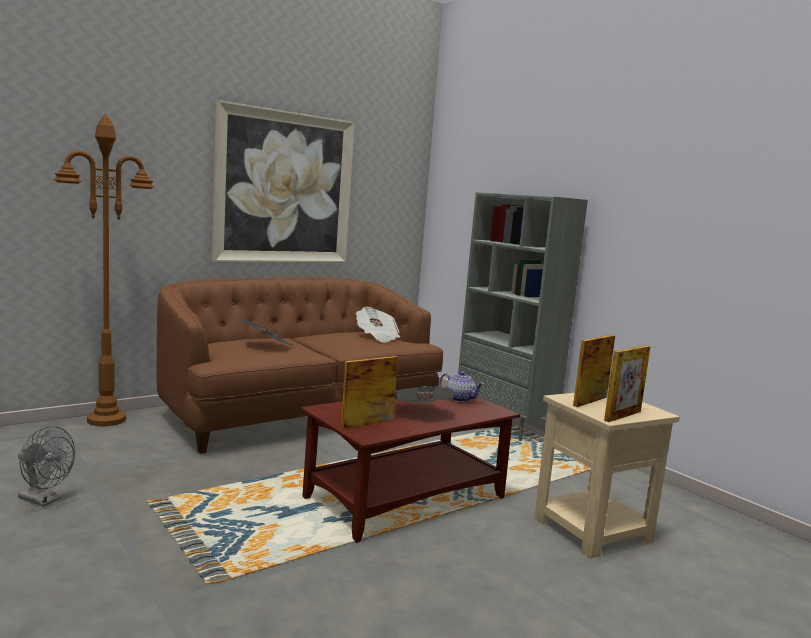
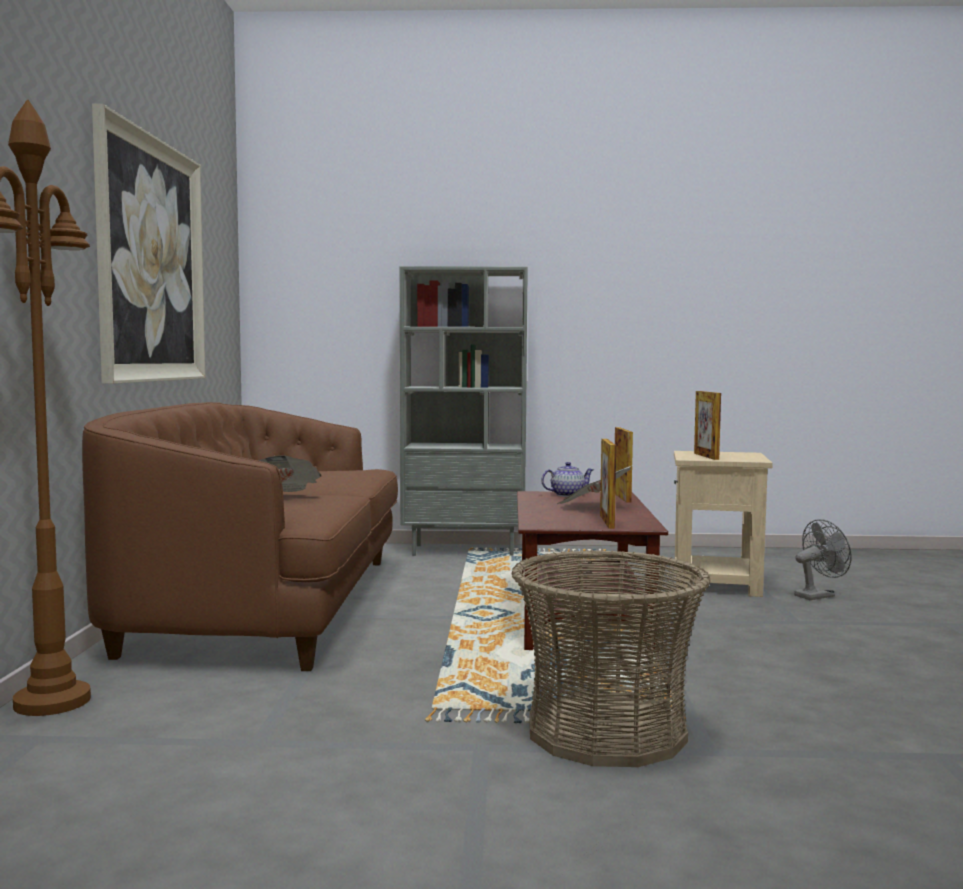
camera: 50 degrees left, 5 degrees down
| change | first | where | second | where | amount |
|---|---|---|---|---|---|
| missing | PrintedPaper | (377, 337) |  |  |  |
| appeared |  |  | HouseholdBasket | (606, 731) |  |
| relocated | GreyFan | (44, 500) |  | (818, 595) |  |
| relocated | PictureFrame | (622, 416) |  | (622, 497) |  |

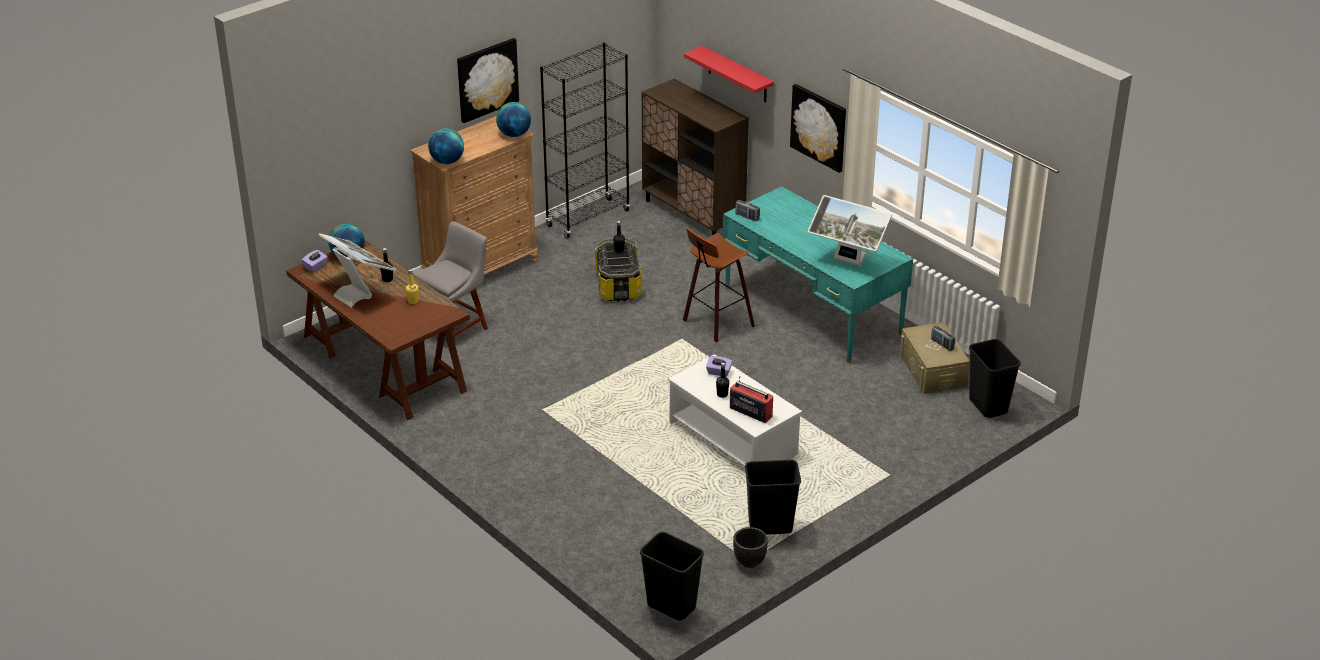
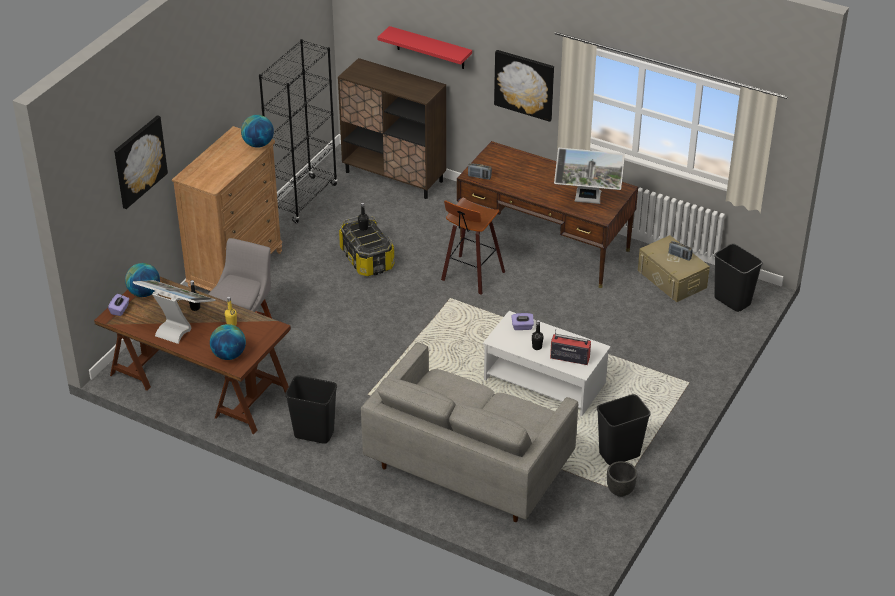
camera: 20 degrees left, 5 degrees up
| change | first | where | second | where | amount |
|---|---|---|---|---|---|
| appeared |  |  | GreySofa | (469, 467) |  |
| relocated | Globe | (447, 161) |  | (229, 355) |  |
| relocated | WallArt | (487, 79) |  | (139, 161) |  |
| relocated | BlackColouredWasteBin | (670, 607) |  | (313, 434) |  |
| colour | TurquoiseColouredDesk | (812, 309) | BrownishDesk | (544, 245) |  |

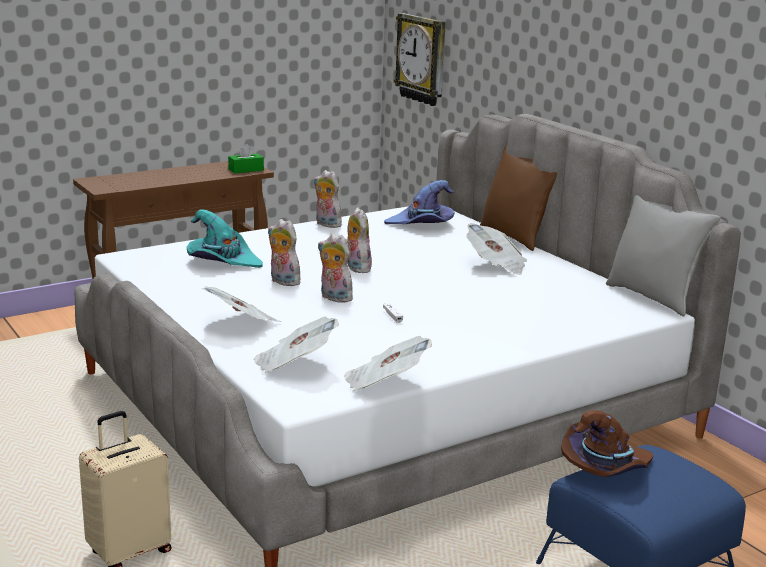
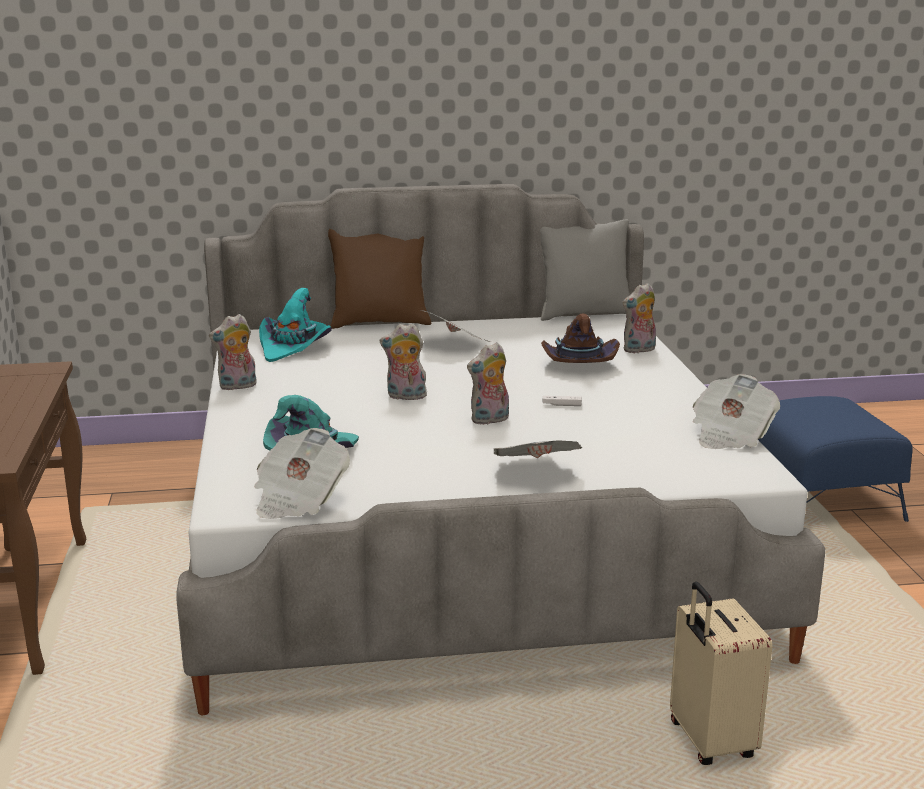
camera: 65 degrees left, 0 degrees up
| change | first | where | second | where | amount |
|---|---|---|---|---|---|
| missing | GreenishBoxOfTissues | (246, 170) |  |  |  |
| missing | ClockOnTheWall | (422, 59) |  |  |  |
| relocated | PrintedPaper | (294, 365) |  | (298, 499) |  |
| relocated | SoftToy | (282, 281) |  | (639, 350) |  |
| relocated | BrownishWearableHat | (605, 467) |  | (578, 364) |  |
| colour | PurplishWearableHat | (422, 224) | TurquoiseColouredWearableHat | (294, 348) |  |

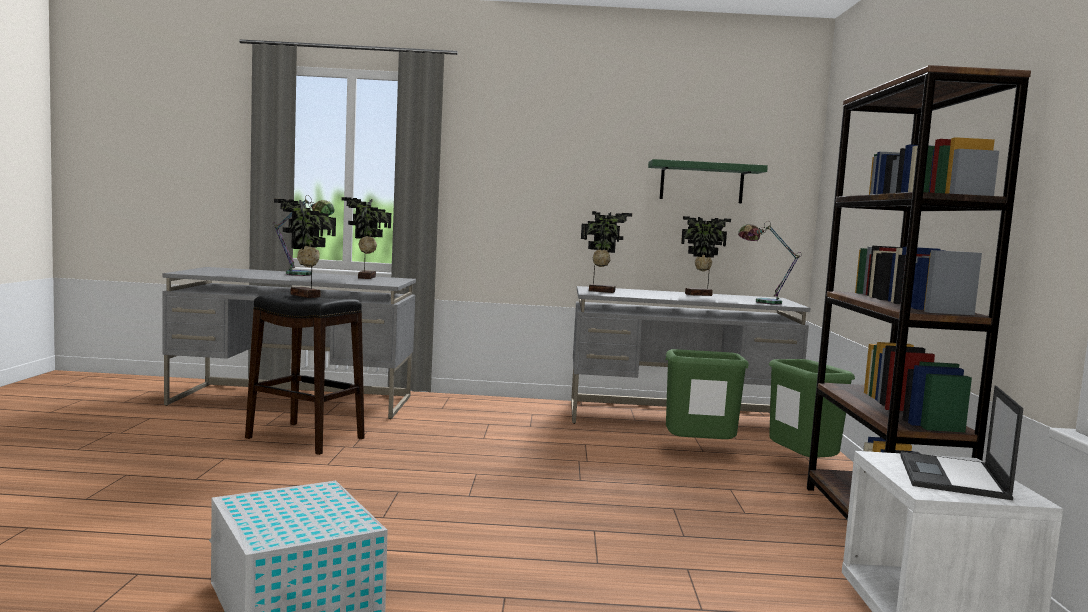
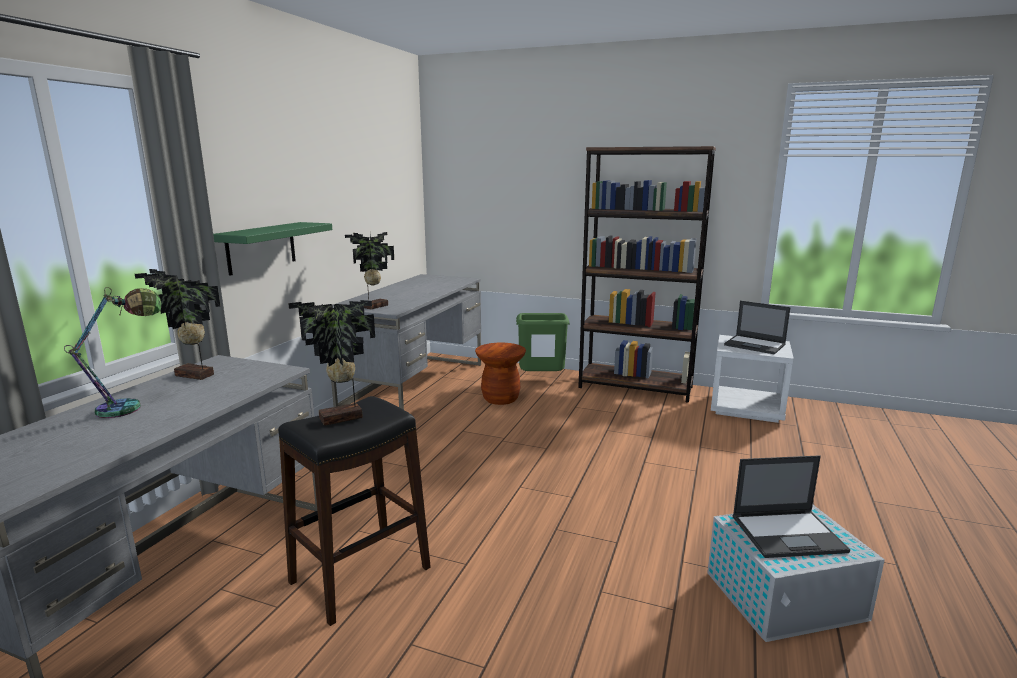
camera: 70 degrees left, 10 degrees up
| change | first | where | second | where | amount |
|---|---|---|---|---|---|
| missing | Houseplant | (700, 295) |  |  |  |
| missing | TabletopLamp | (761, 302) |  |  |  |
| appeared |  |  | PortableComputer | (789, 534) |  |
| relocated | GreenishBracketShelf | (701, 182) |  | (261, 247) |  |
| exchanged | GreenishWasteBin | (698, 452) | BrownishStool | (500, 398) |  |

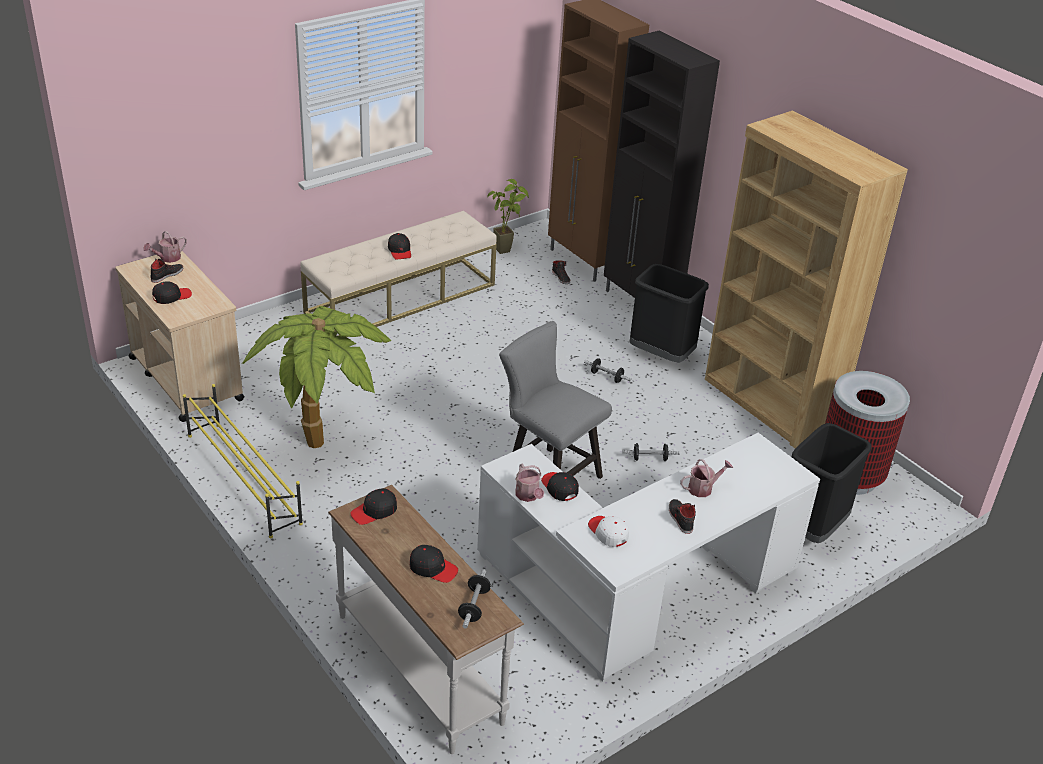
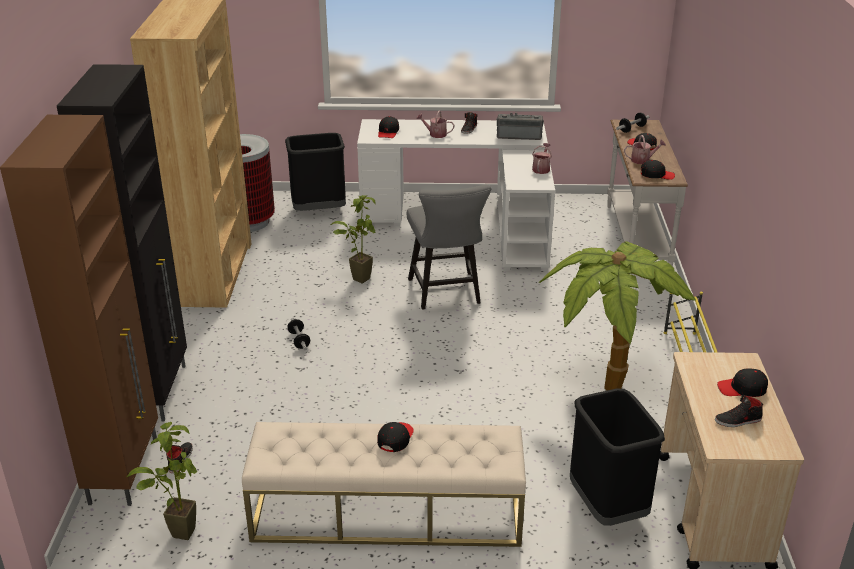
camera: 140 degrees left, 5 degrees down
| change | first | where | second | where | amount |
|---|---|---|---|---|---|
| relocated | WateringPot | (167, 258) |  | (642, 160) |  |
| relocated | BlackColouredBaseballCap | (559, 488) |  | (388, 132) |  |
| relocated | BlackColouredWasteBin | (662, 355) |  | (606, 507) |  |
| exchanged | WhiteBaseballCap | (608, 533) | Radio | (519, 136) |  |
| exchanged | HandWeight | (649, 458) | Houseplant | (358, 276) |  |

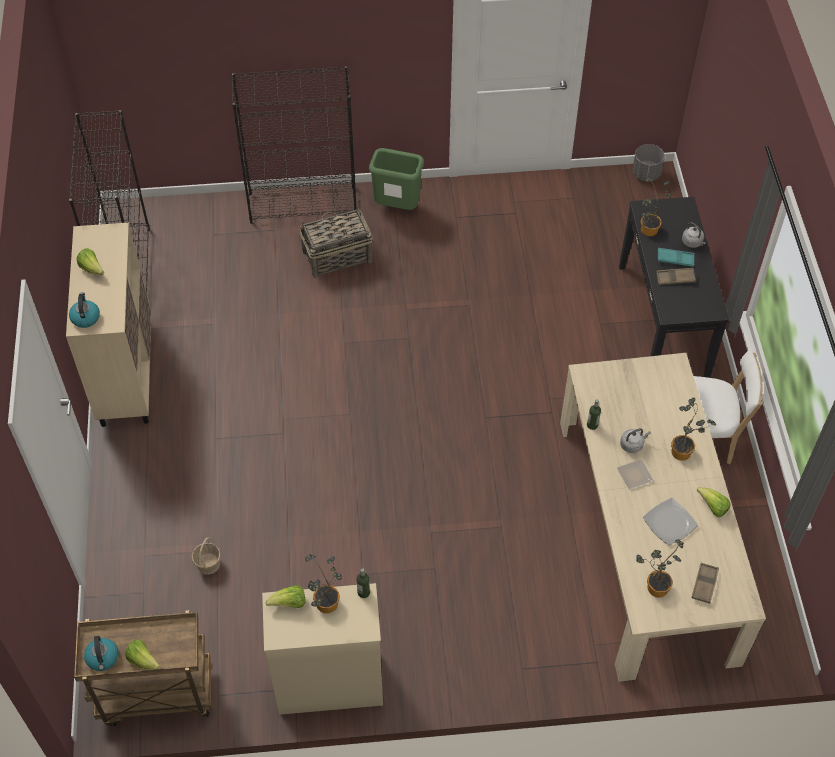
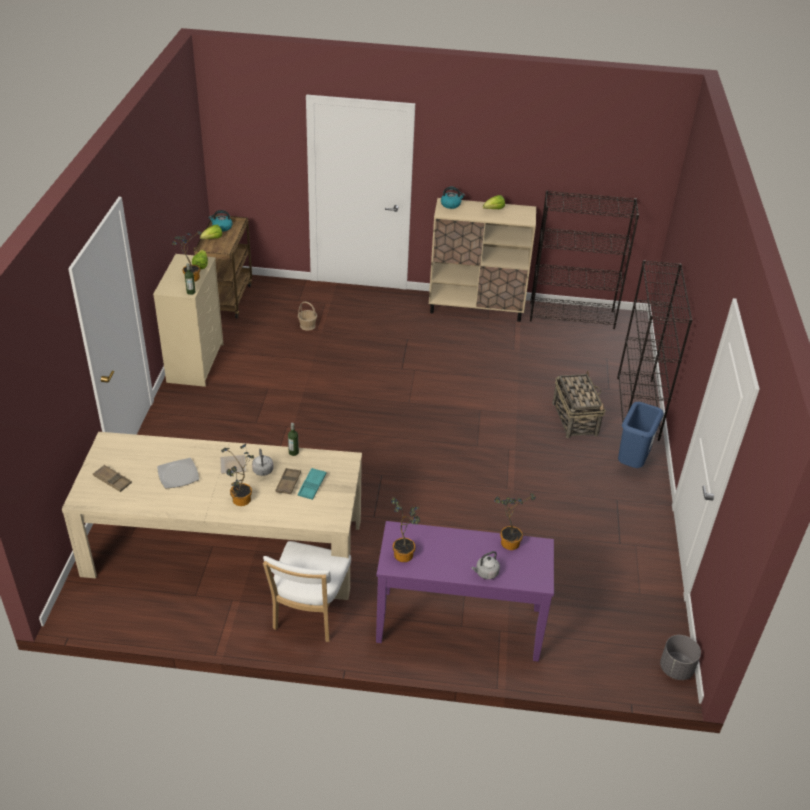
camera: 100 degrees right, 15 degrees down
| change | first | where | second | where | amount |
|---|---|---|---|---|---|
| missing | LettuceHead | (712, 507) |  |  |  |
| relocated | Houseplant | (654, 586) |  | (405, 553) |  |
| relocated | BrownishCarryingTray | (675, 278) |  | (288, 483) |  |
| relocated | TurquoiseColouredCarryingTray | (675, 259) |  | (312, 486) |  |
| colour | GreenishWasteBin | (397, 207) | BlueColouredWasteBin | (632, 464) |  |
| colour | BlackColouredConsoleTable | (663, 321) | PurplishConsoleTable | (459, 625) |  |

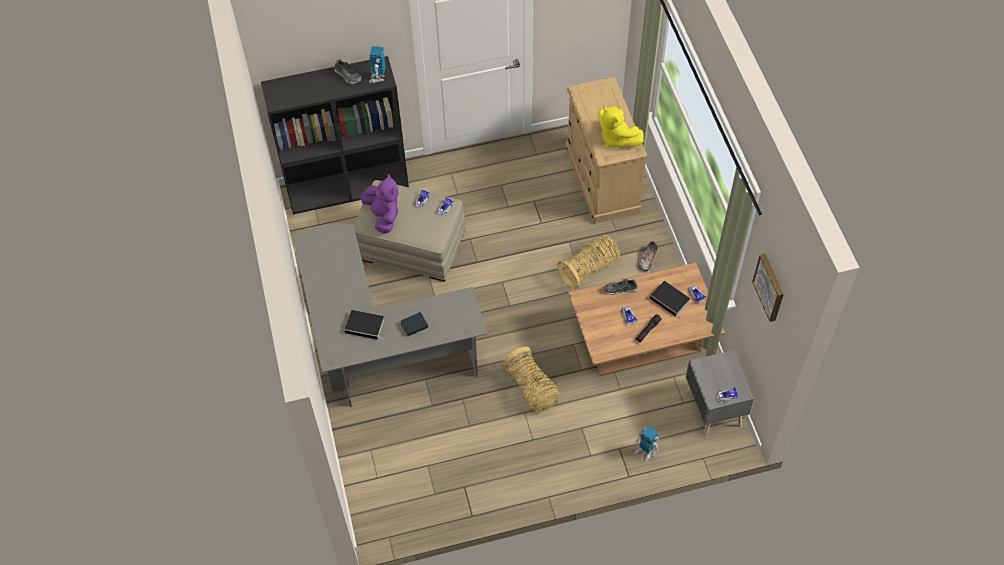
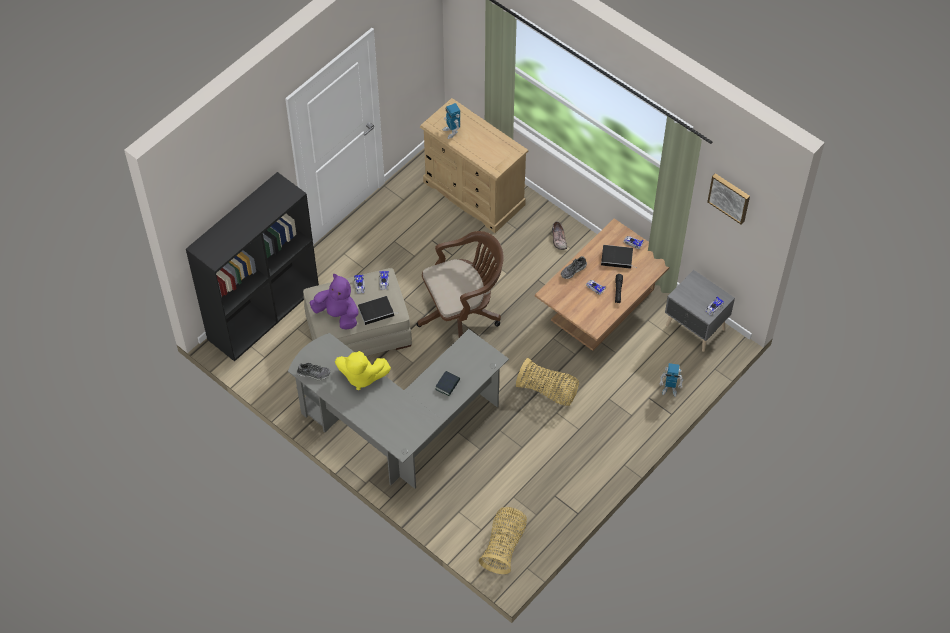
camera: 35 degrees left, 0 degrees up
| change | first | where | second | where | amount |
|---|---|---|---|---|---|
| appeared |  |  | BrownishComputerChair | (462, 313) |  |
| relocated | LowShoe | (348, 76) |  | (313, 373) |  |
| relocated | BoundBook | (366, 326) |  | (377, 311) |  |
| relocated | ToyRobot | (378, 77) |  | (451, 131) |  |
| relocated | HouseholdBasket | (589, 268) |  | (504, 546) |  |
| relocated | YellowColouredSoftToy | (616, 138) |  | (361, 376) |  |

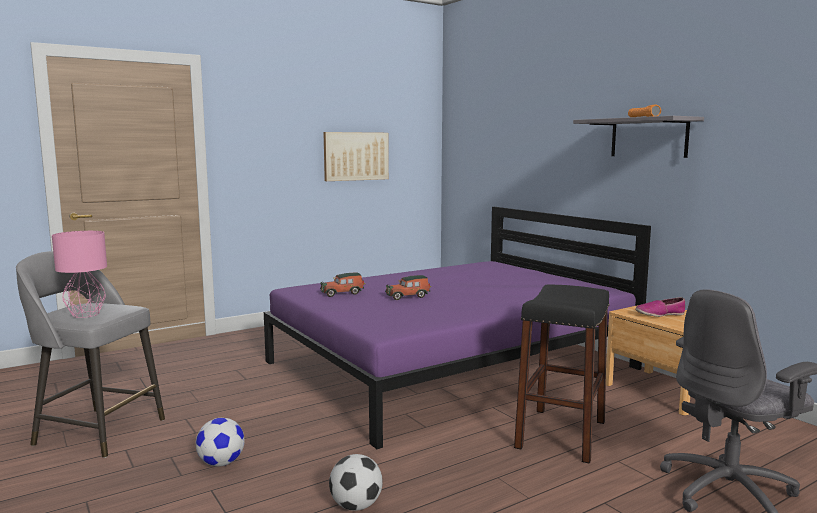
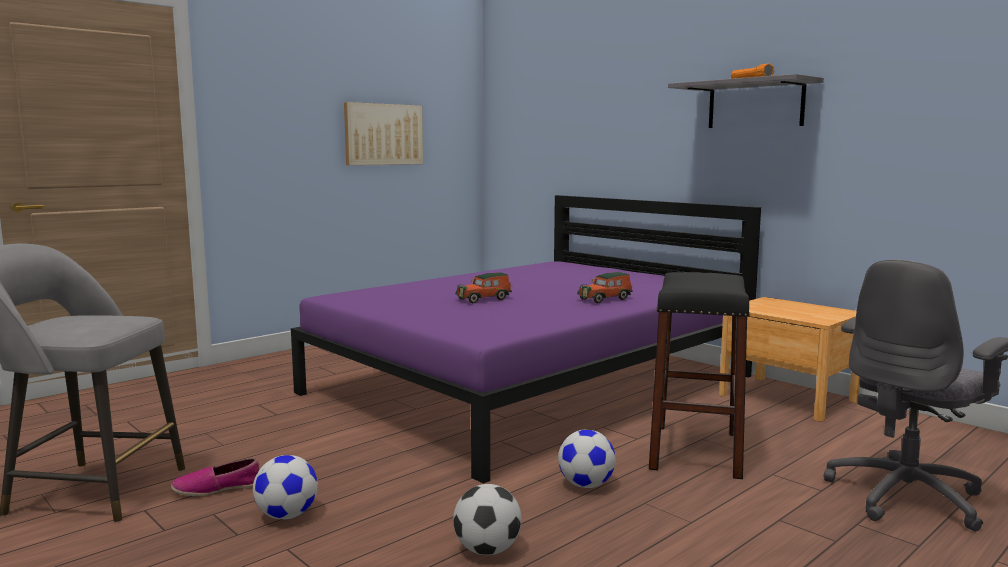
camera: 10 degrees left, 0 degrees up
| change | first | where | second | where | amount |
|---|---|---|---|---|---|
| missing | PinkishTabletopLamp | (86, 314) |  |  |  |
| appeared |  |  | BallForFootball | (586, 485) |  |
| relocated | ToyCar | (343, 293) |  | (606, 299) |  |
| relocated | LowShoe | (659, 314) |  | (217, 488) |  |

